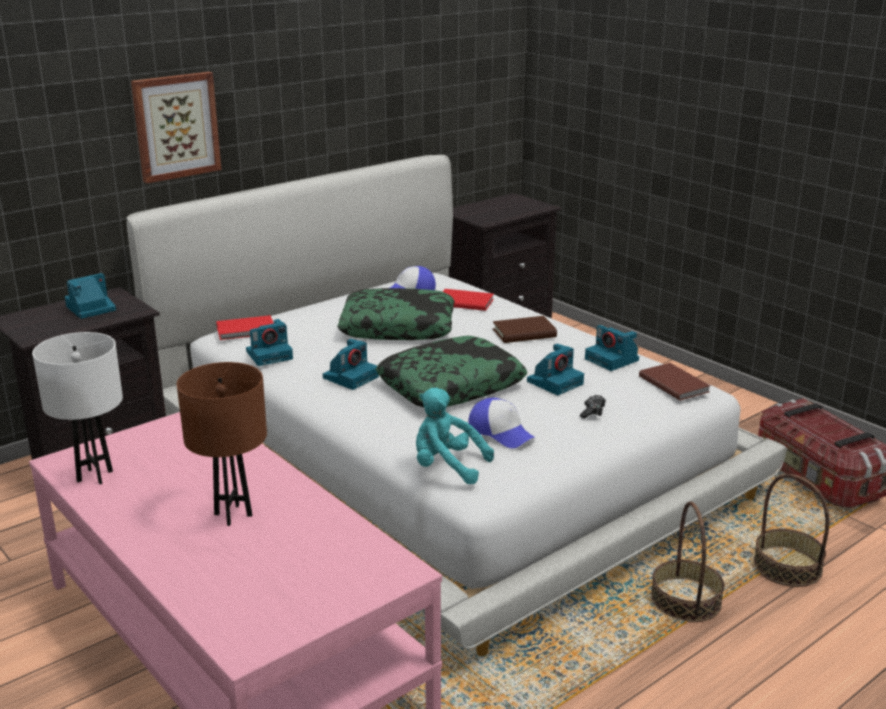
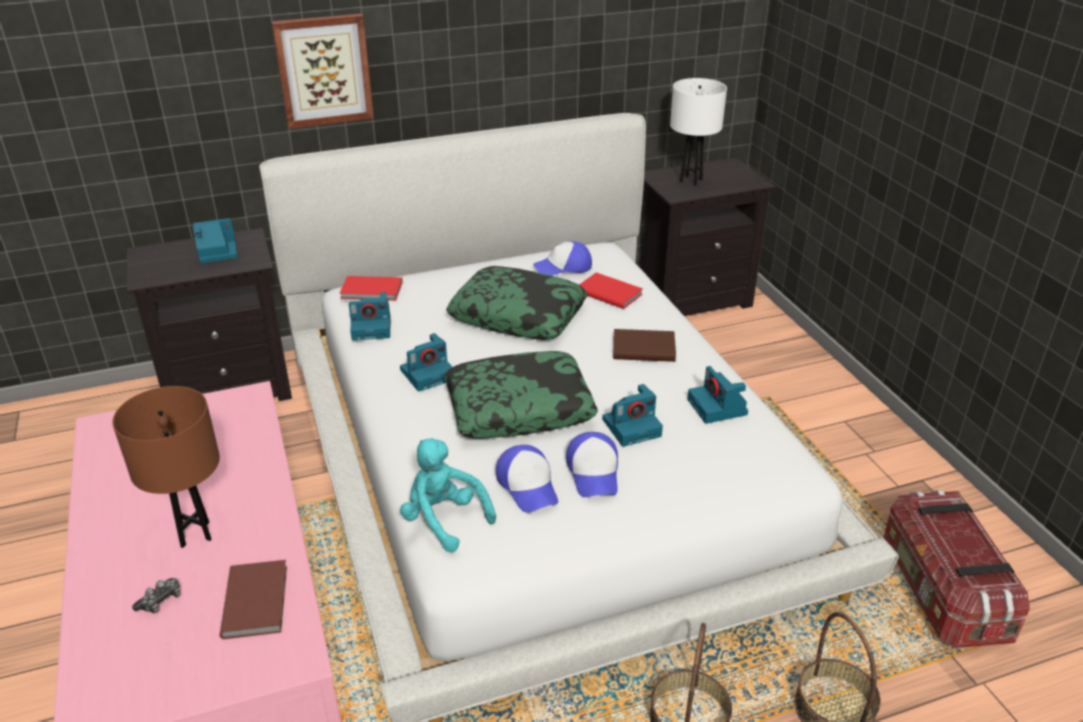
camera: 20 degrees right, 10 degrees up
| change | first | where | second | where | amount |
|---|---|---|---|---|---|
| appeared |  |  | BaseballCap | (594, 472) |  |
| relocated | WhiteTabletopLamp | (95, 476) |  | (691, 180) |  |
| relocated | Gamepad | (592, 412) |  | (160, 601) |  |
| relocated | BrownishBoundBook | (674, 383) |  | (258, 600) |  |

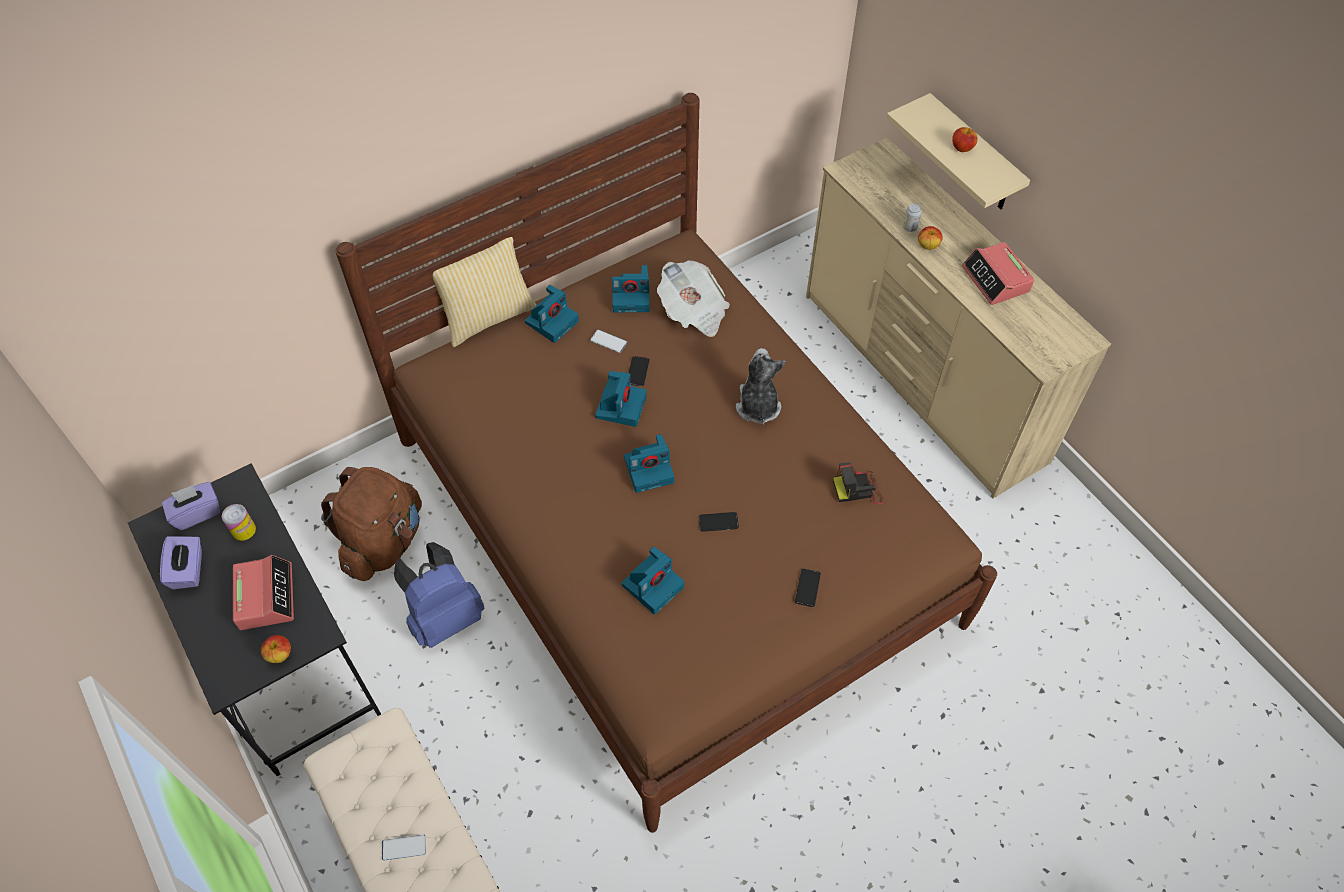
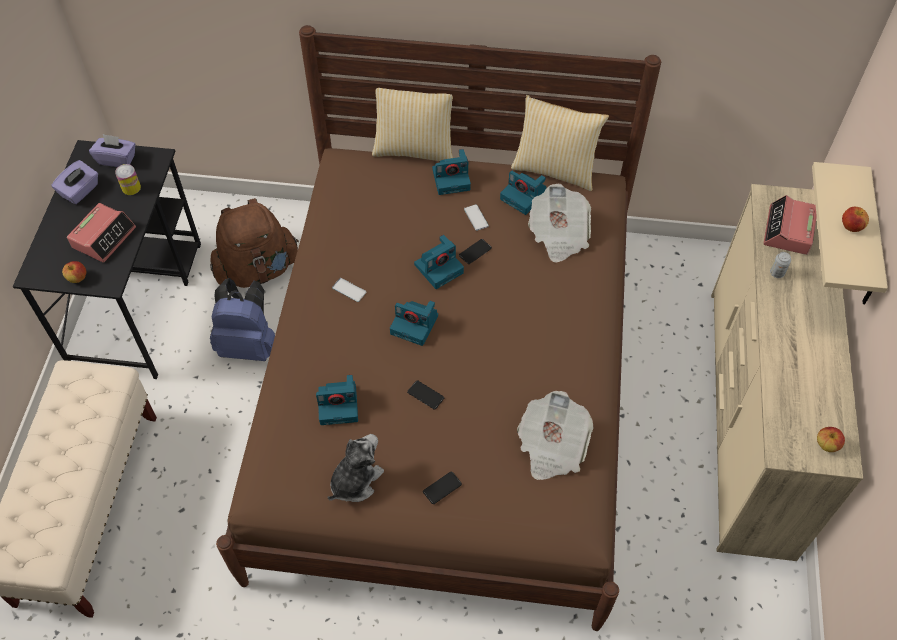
camera: 40 degrees right, 0 degrees up
| change | first | where | second | where | amount |
|---|---|---|---|---|---|
| appeared |  |  | Cushion | (555, 169) |  |
| relocated | Phone | (403, 847) |  | (349, 290) |  |
| relocated | SoftToy | (757, 405) |  | (355, 480) |  |
| relocated | AppleFruit | (928, 245) |  | (826, 445) |  |
| relocated | BedsideClock | (996, 280) |  | (788, 231) |  |
| exchanged | StillCamera | (858, 489) | PrintedPaper | (551, 447) |  |

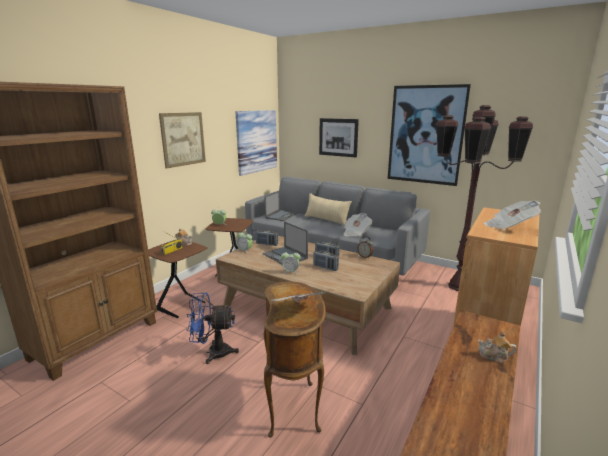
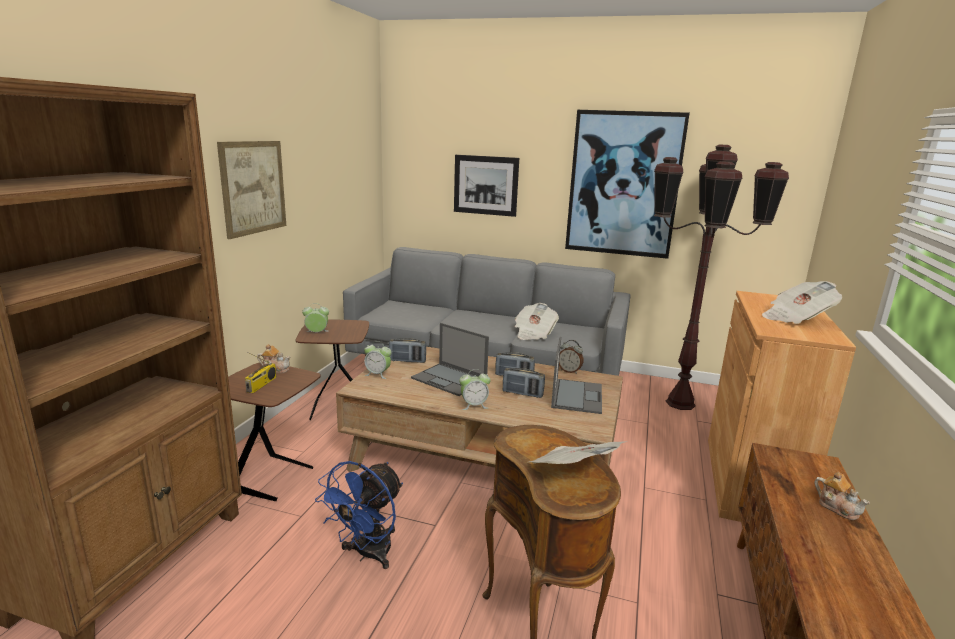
camera: 15 degrees left, 0 degrees up
| change | first | where | second | where | amount |
|---|---|---|---|---|---|
| missing | WallArt | (257, 141) |  |  |  |
| missing | BeigeCushion | (326, 220) |  |  |  |
| relocated | PortableComputer | (281, 215) |  | (576, 396) |  |
| spun | BlueColouredFan | (213, 352) |  | (367, 554) | 45 degrees counterclockwise |
| spun | Teapot | (494, 356) |  | (837, 507) | 120 degrees counterclockwise |

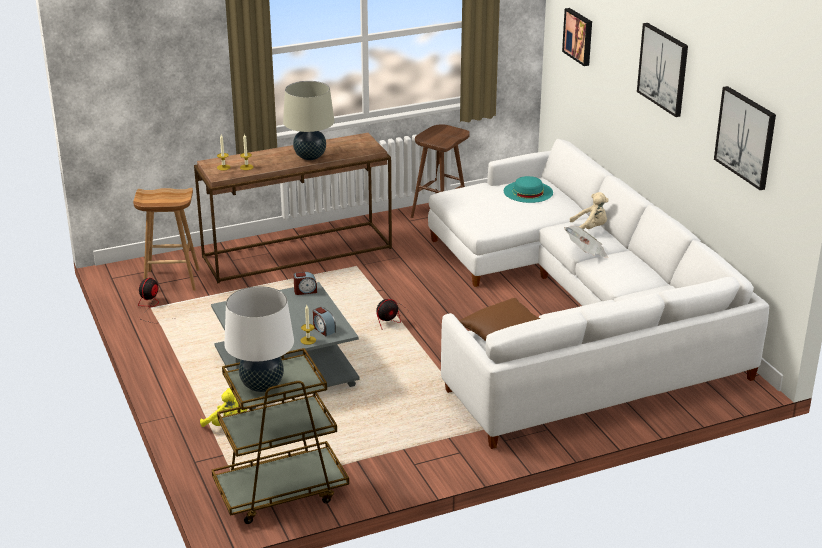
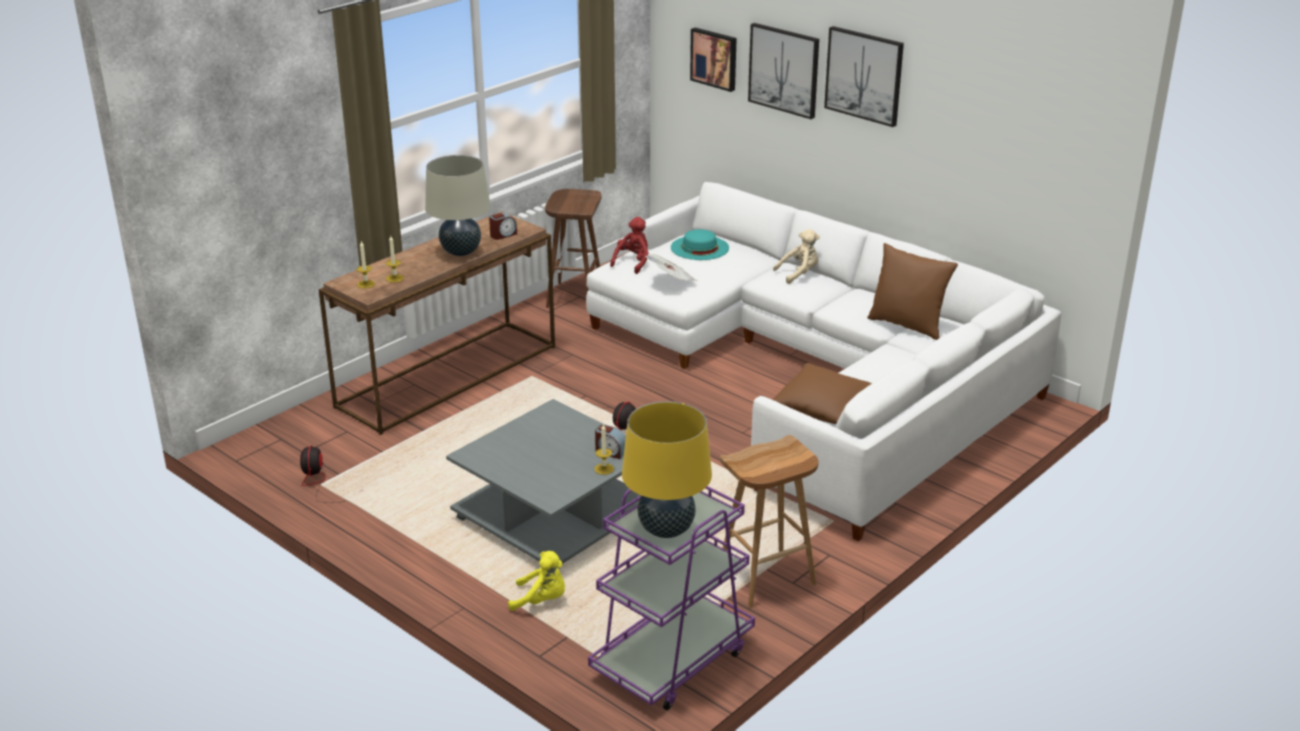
camera: 25 degrees left, 0 degrees up
| change | first | where | second | where | amount |
|---|---|---|---|---|---|
| appeared |  |  | RedColouredSoftToy | (633, 263) |  |
| appeared |  |  | BrownishCushion | (907, 325) |  |
| relocated | BrownishStool | (170, 281) |  | (765, 579) |  |
| relocated | BedsideClock | (305, 291) |  | (503, 235) |  |
| relocated | PrintedPaper | (586, 252) |  | (671, 280) |  |
| relocated | WallArt | (746, 137) |  | (784, 70) |  |
| colour | BrownishCart | (280, 491) | PurplishCart | (672, 659) |  |
| colour | WhiteTabletopLamp | (262, 385) | YellowColouredTabletopLamp | (666, 529) |  |

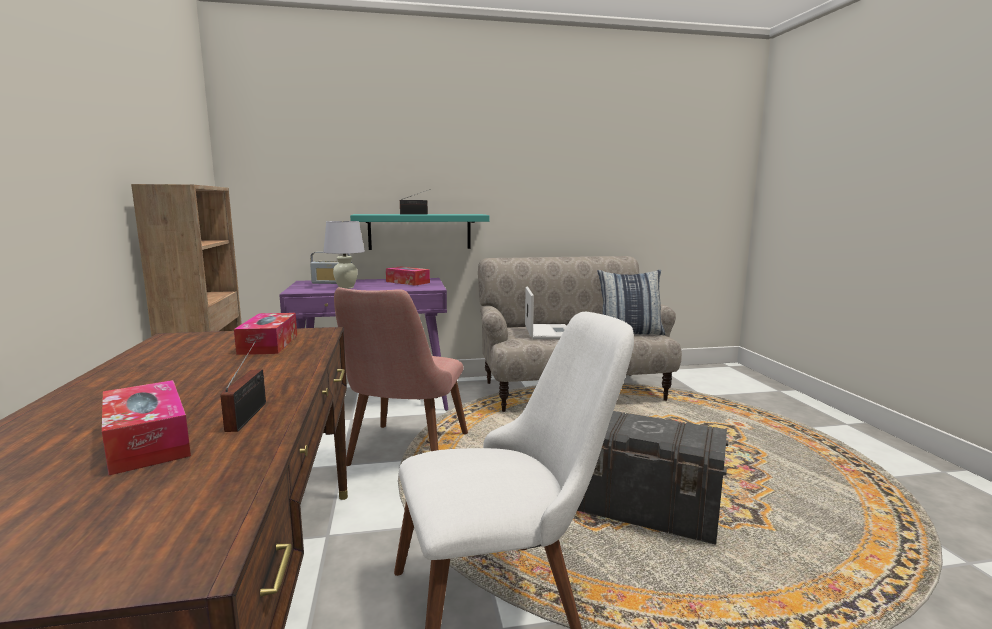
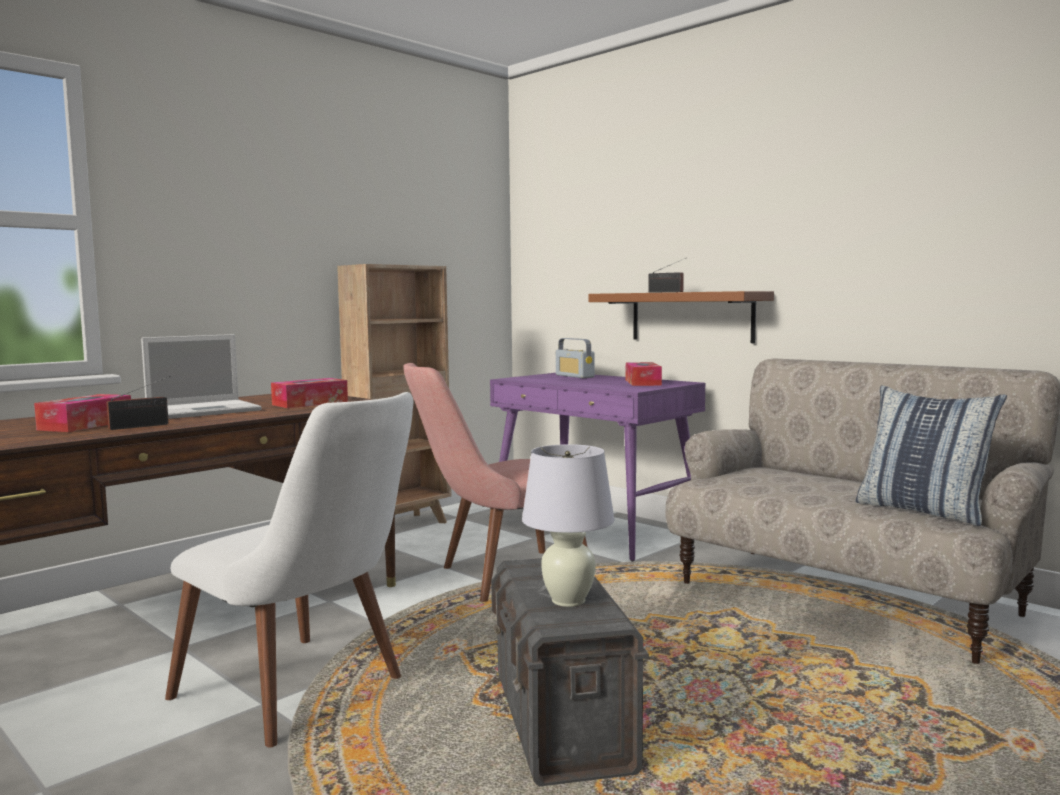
camera: 55 degrees right, 5 degrees down
| change | first | where | second | where | amount |
|---|---|---|---|---|---|
| relocated | WhiteTabletopLamp | (346, 287) |  | (569, 600) |  |
| relocated | PortableComputer | (547, 332) |  | (205, 410) |  |
| colour | TurquoiseColouredBracketShelf | (420, 231) | BrownishBracketShelf | (691, 316) |  |

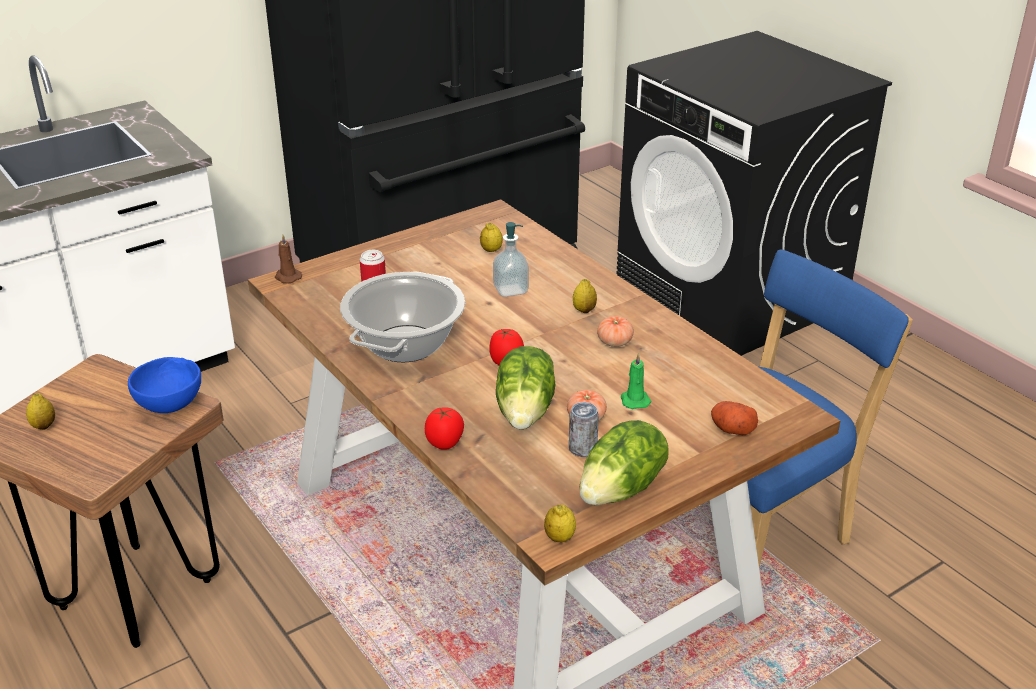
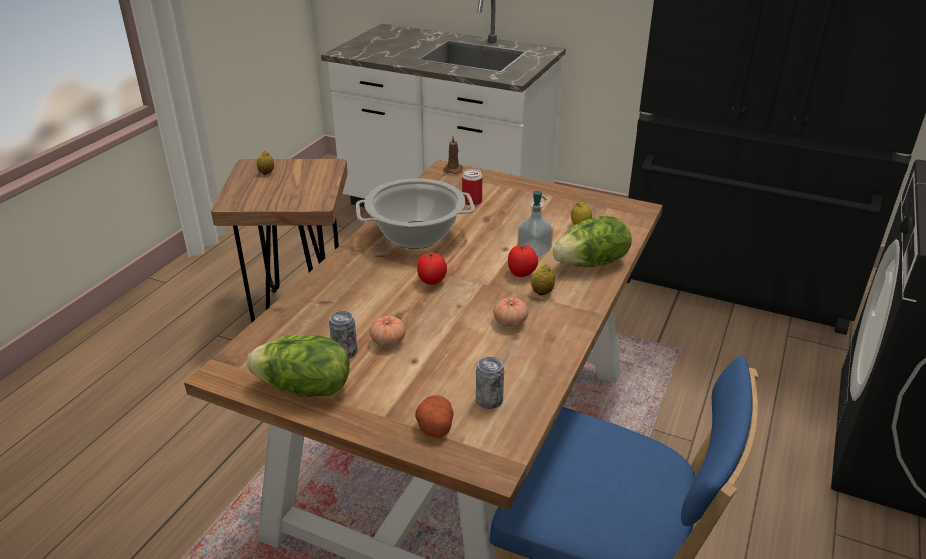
camera: 60 degrees right, 0 degrees up
| change | first | where | second | where | amount |
|---|---|---|---|---|---|
| missing | BlueColouredBowl | (171, 405) |  |  |  |
| missing | Lemon | (559, 537) |  |  |  |
| missing | GreenishWaxLight | (634, 400) |  |  |  |
| appeared |  |  | SealedCan | (489, 401) |  |
| relocated | FreshTomato | (445, 443) |  | (521, 273) |  |
| relocated | LettuceHead | (526, 411) |  | (592, 263) |  |

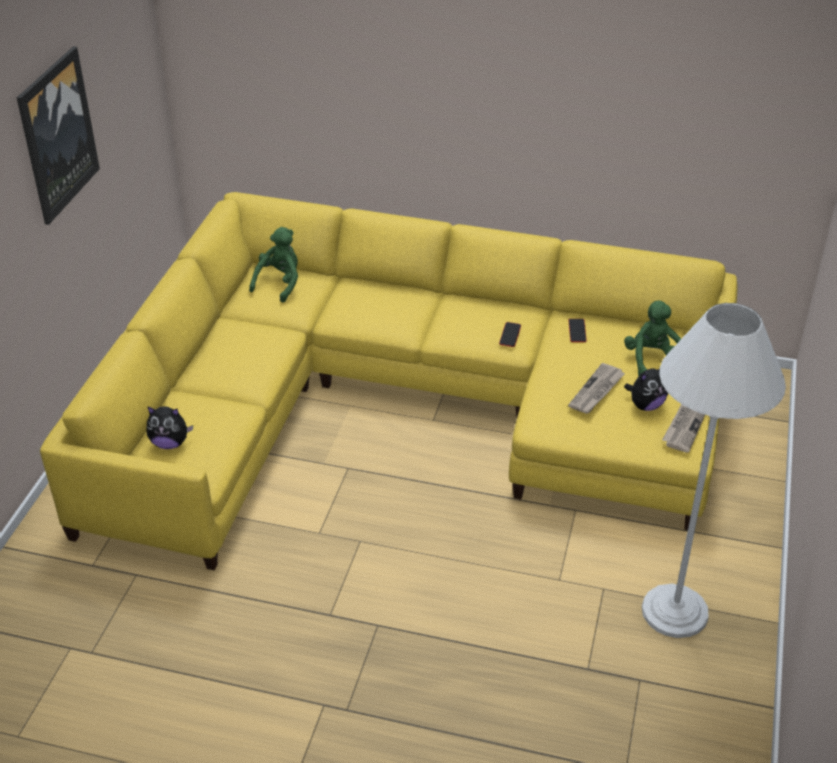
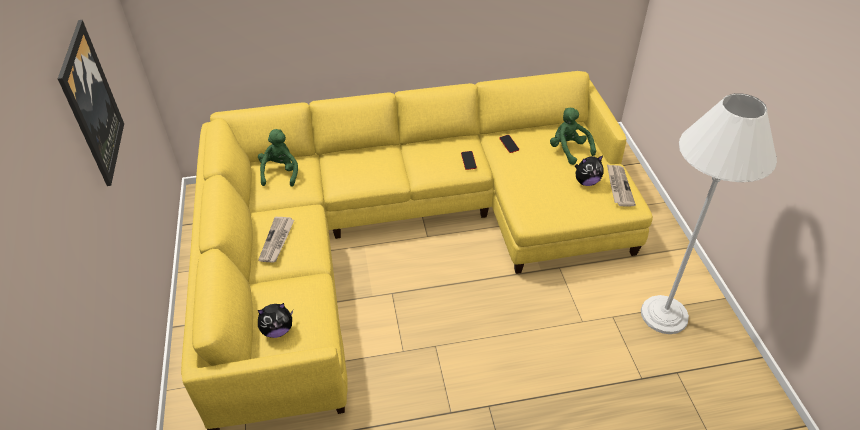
camera: 25 degrees left, 5 degrees up
| change | first | where | second | where | amount |
|---|---|---|---|---|---|
| relocated | PrintedPaper | (596, 391) |  | (277, 241) |  |
| spun | SoftToy | (645, 405) |  | (586, 182) | 45 degrees clockwise |

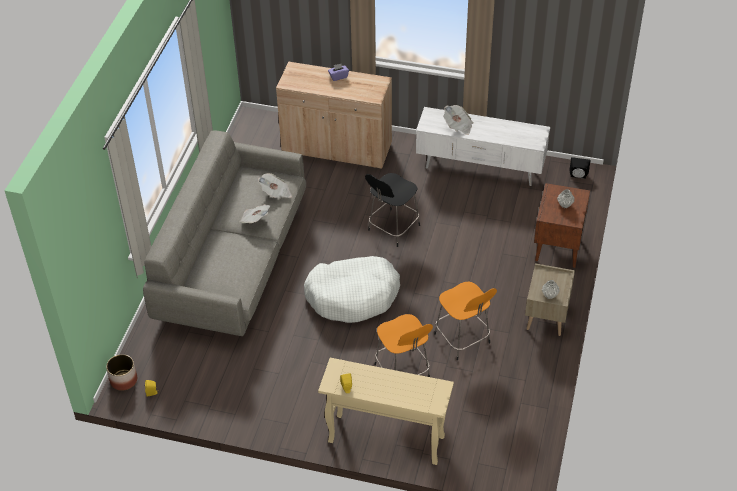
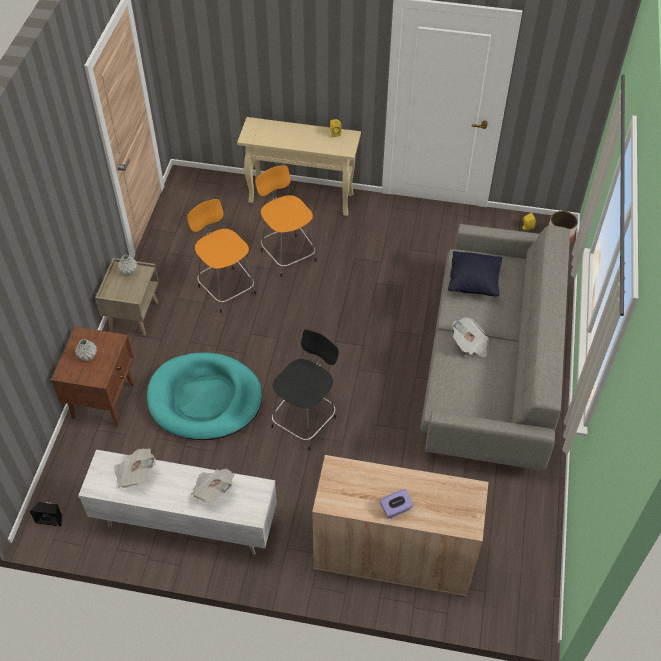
camera: 175 degrees right, 5 degrees up
| change | first | where | second | where | amount |
|---|---|---|---|---|---|
| missing | WhitePetBed | (353, 296) |  |  |  |
| appeared |  |  | TurquoiseColouredPetBed | (205, 399) |  |
| appeared |  |  | BlackColouredCushion | (473, 283) |  |
| relocated | PrintedPaper | (276, 193) |  | (135, 474) |  |

